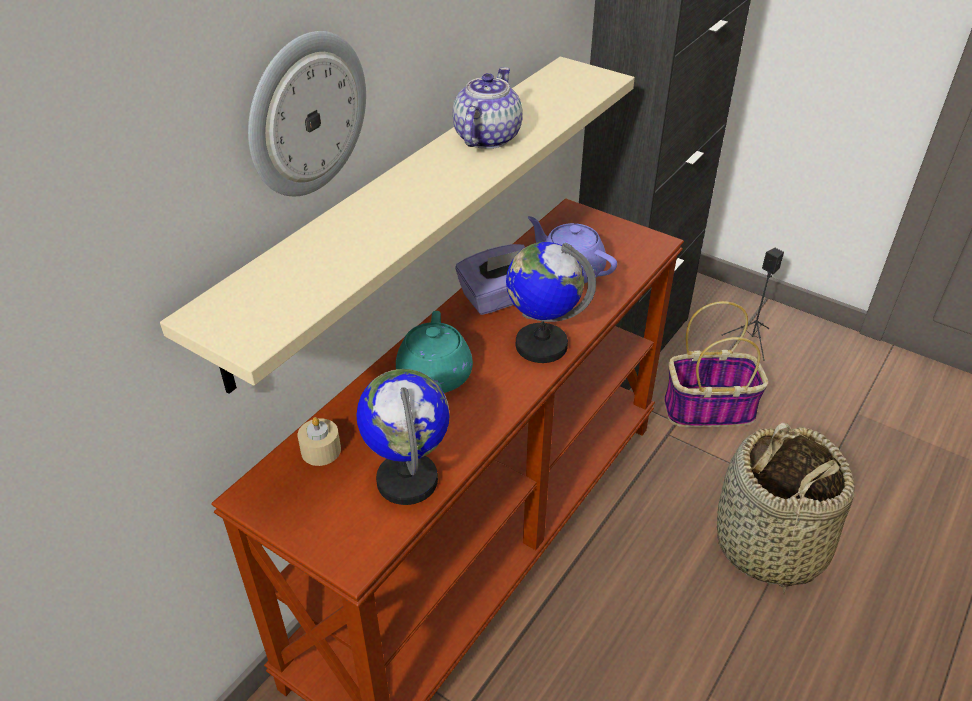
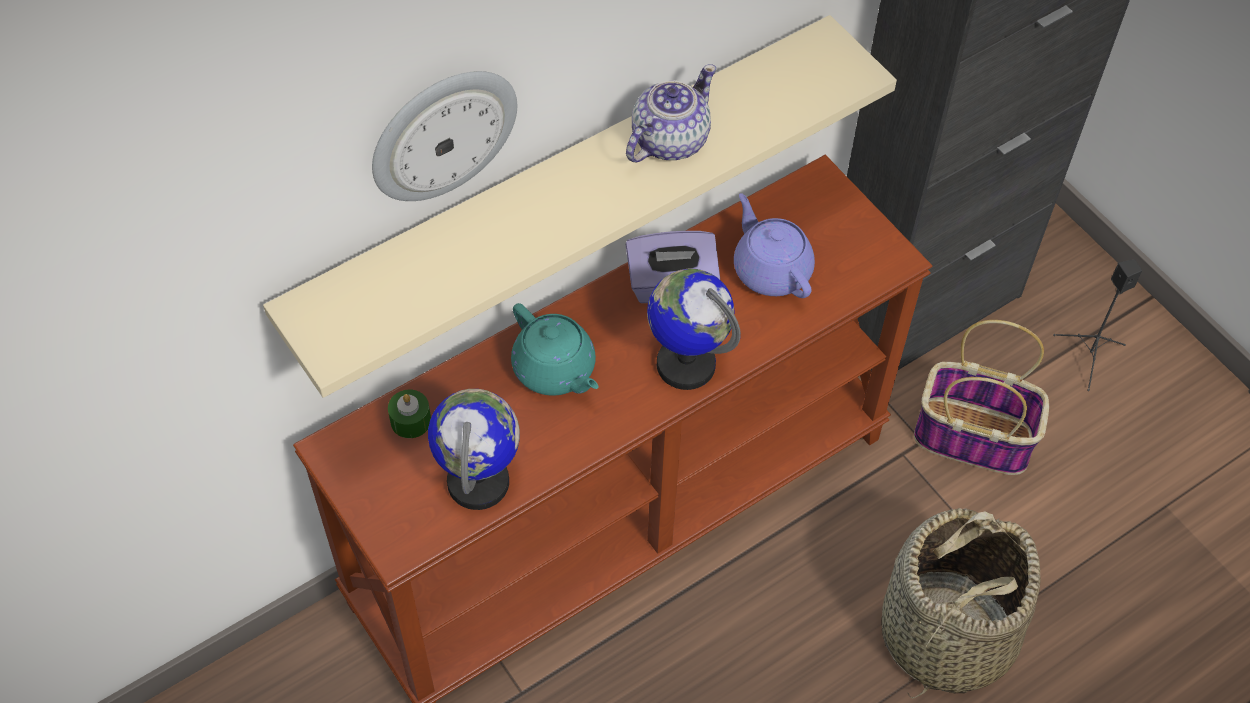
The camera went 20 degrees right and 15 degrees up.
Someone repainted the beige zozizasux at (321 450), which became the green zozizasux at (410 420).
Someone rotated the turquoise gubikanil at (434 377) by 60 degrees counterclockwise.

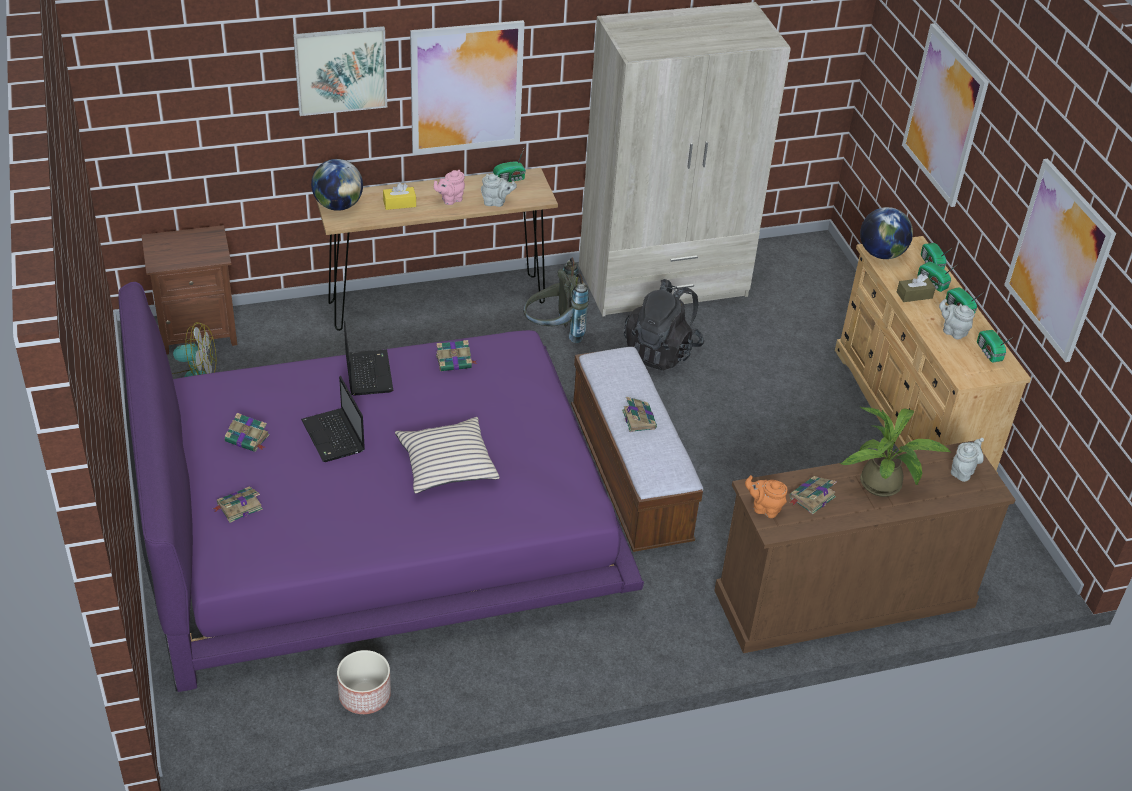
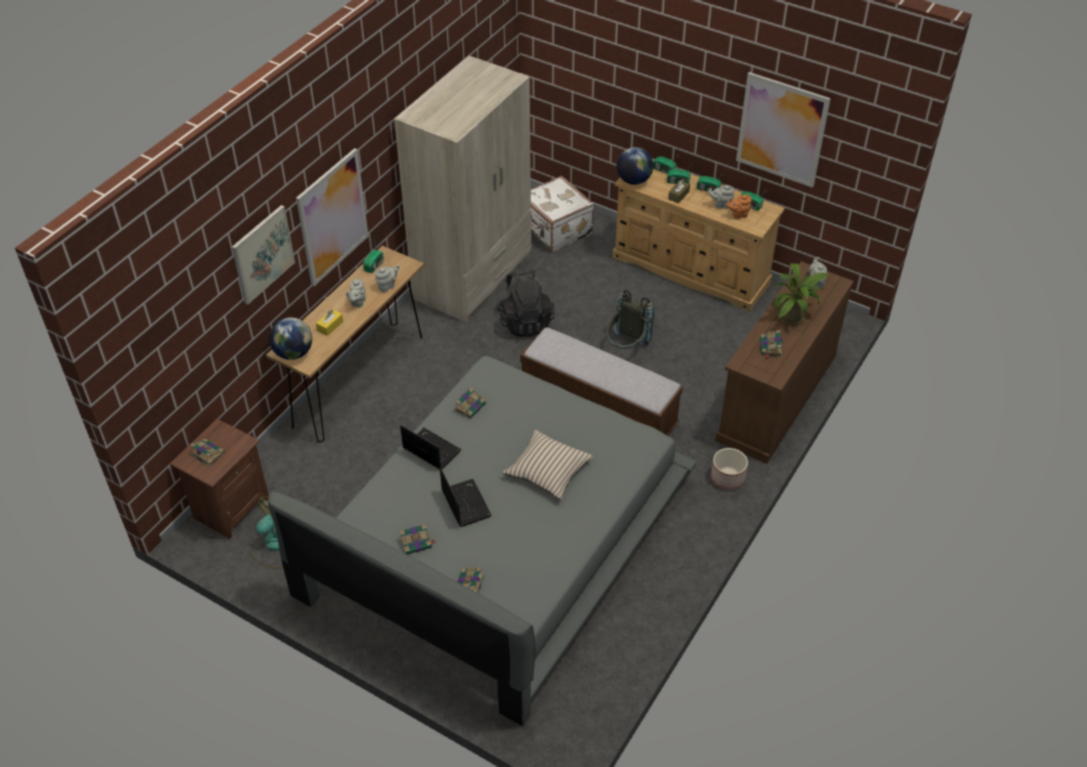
The camera went 40 degrees left and 5 degrees up.
Someone repainted the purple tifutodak at (378 517), which became the grey tifutodak at (497 537).
Someone rotated the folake at (334 437) by 135 degrees counterclockwise.
Someone carried the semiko from (364 695) to (727 478).
Someone repainted the pink gubikanil at (450 200), which became the grey gubikanil at (357 303).
Someone carried the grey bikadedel from (554 332) to (626 347).
Someone carried the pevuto from (638 419) to (207 453).
Someone carried the orange gubikanil from (764 508) to (738 215).
Someone took away the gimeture at (944 115).
Someone put down the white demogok at (555 230).

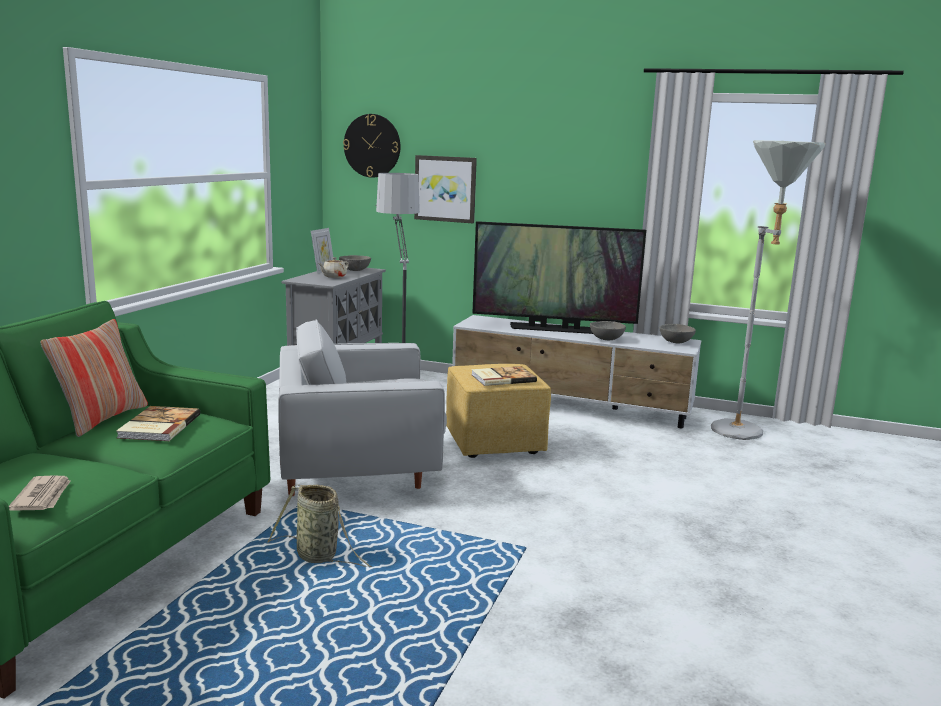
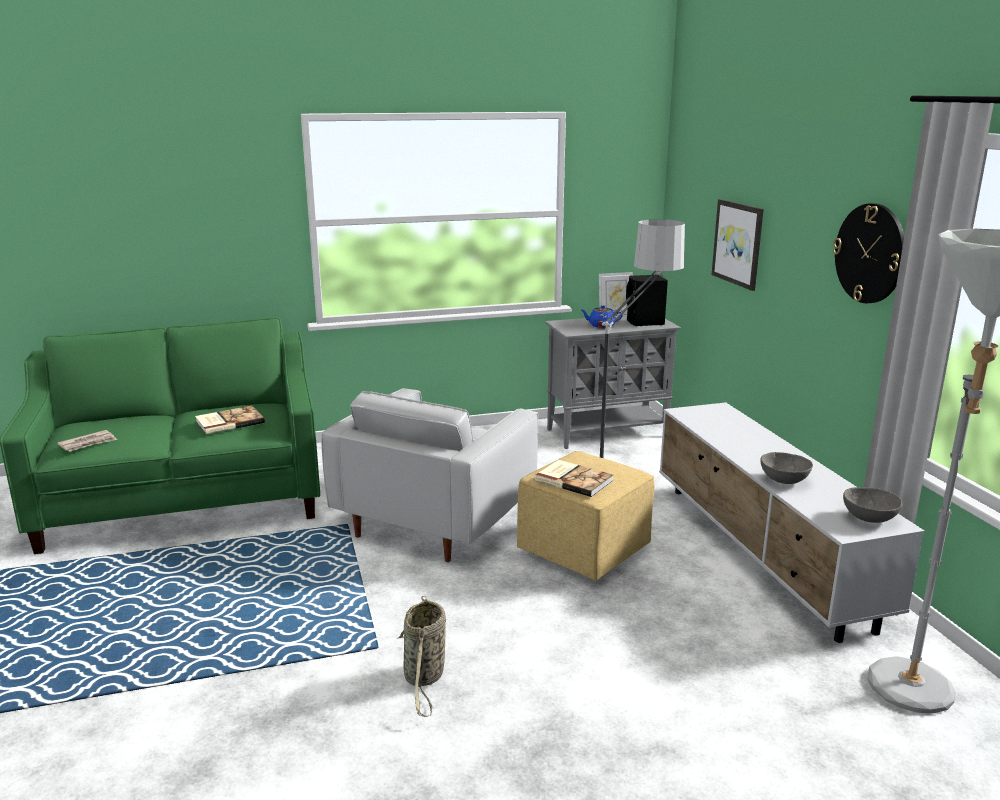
The camera went 55 degrees right and 5 degrees up.
Someone took away the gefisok at (102 418).
Someone carried the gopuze from (319 557) to (424 678).
Someone rotated the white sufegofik at (359 469) by 105 degrees counterclockwise.
Someone repainted the beige gubikanil at (333 276), which became the blue gubikanil at (601 325).
Someone swapped the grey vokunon at (355 270) for the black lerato at (645 322).
Someone carried the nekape from (372 145) to (870 253).
Someone took away the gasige at (553 329).

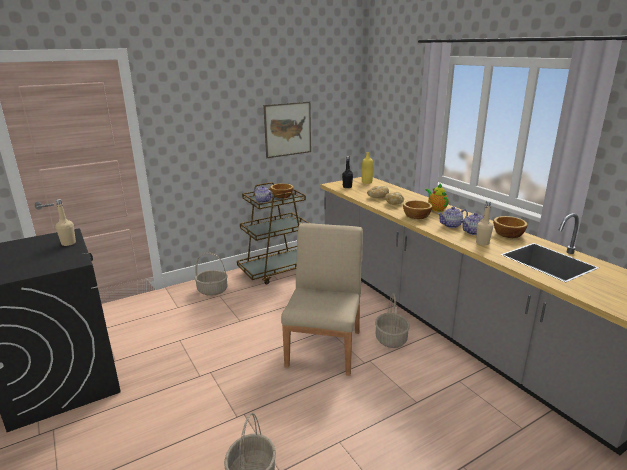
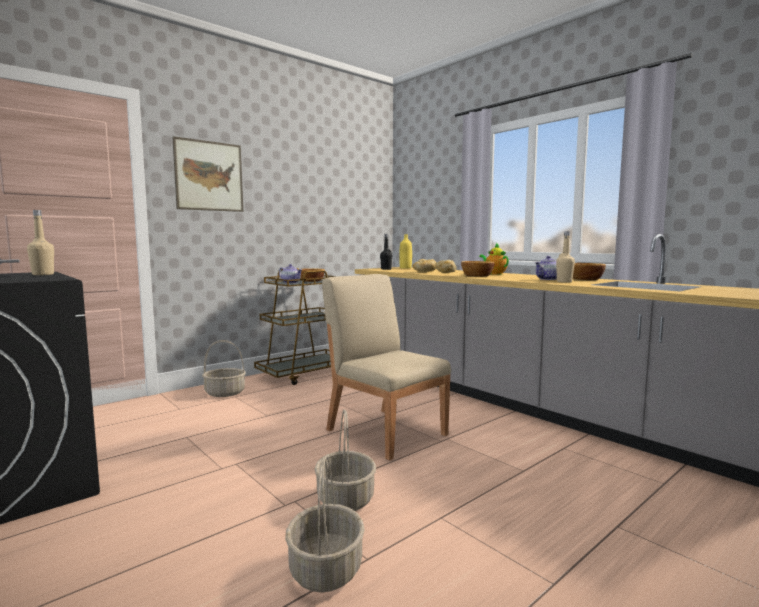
The camera went 10 degrees left and 15 degrees down.
Someone carried the gimeture from (288 129) to (209 176).
Someone rotated the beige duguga at (324 347) by 45 degrees counterclockwise.
Someone carried the gopuze from (390 339) to (345 498).
Someone took away the gubikanil at (451 225).

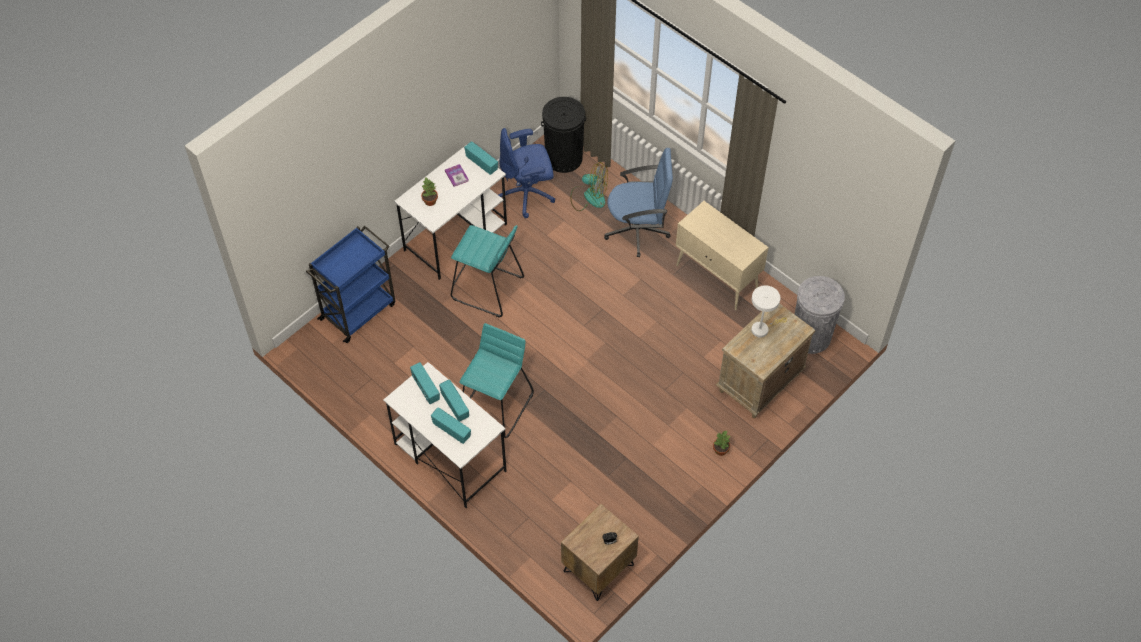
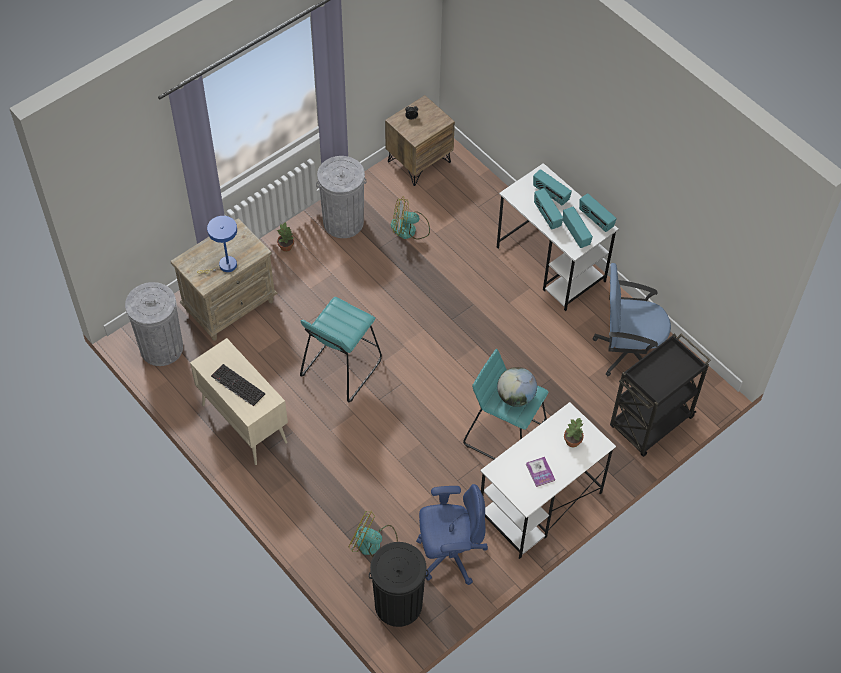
The camera went 175 degrees left and 0 degrees up.
Someone repainted the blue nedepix at (359 310), which became the black nedepix at (650 423).
Someone carried the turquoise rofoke from (496 406) to (341 367).
Someone carried the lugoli from (482 164) to (595 219).
Someone carried the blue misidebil from (638 230) to (627 350).
Someone repainted the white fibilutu at (762 329), which became the blue fibilutu at (224 266).
Someone put down the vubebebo at (237 385).
Someone put down the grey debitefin at (343 222).
Someone put down the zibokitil at (409 229).
Someone put down the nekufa at (515 397).

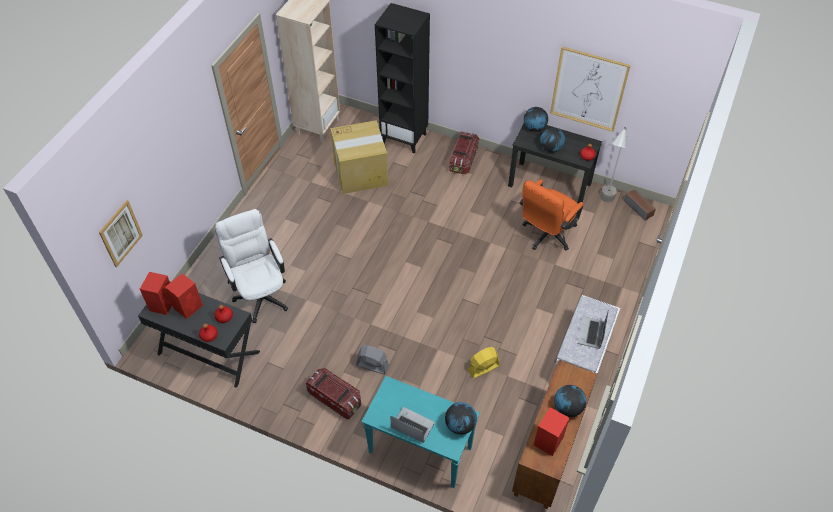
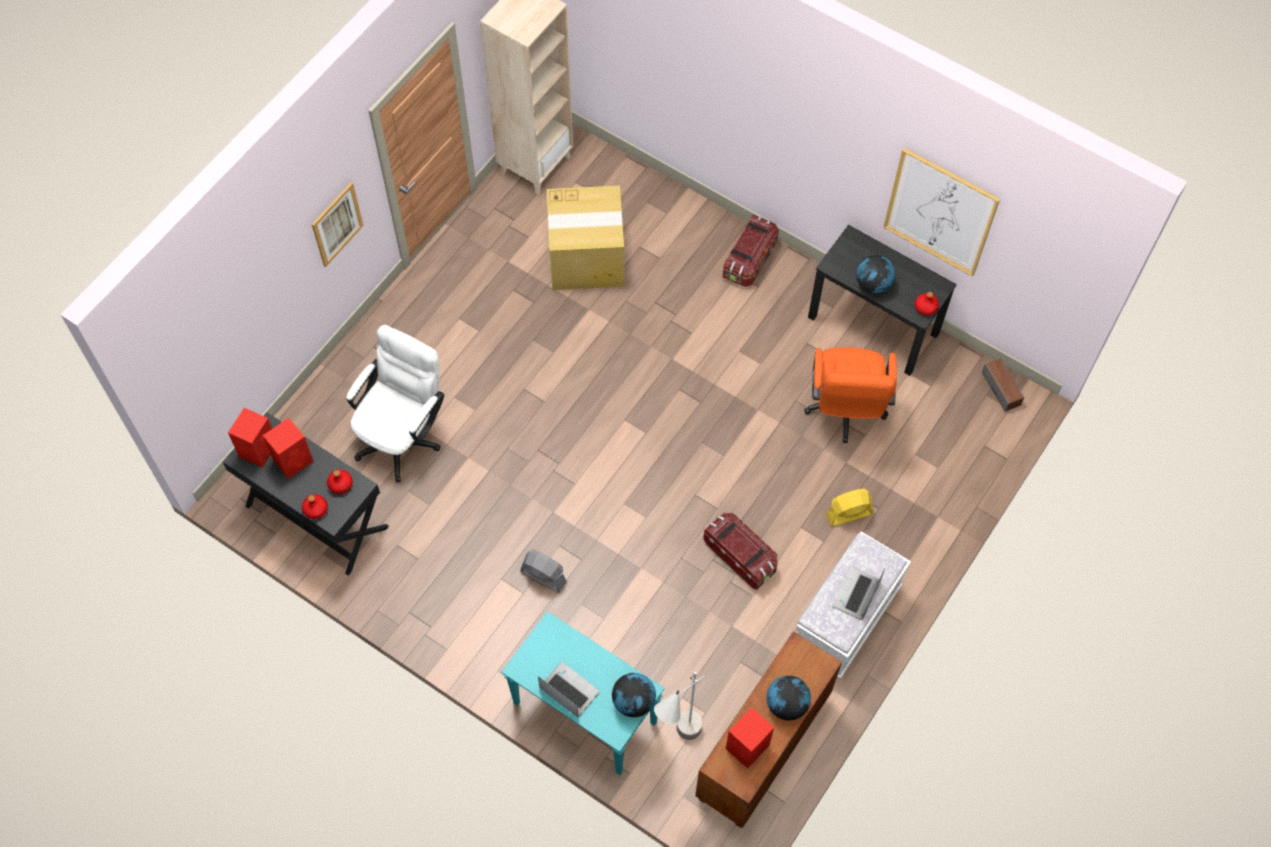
The camera went 10 degrees right and 10 degrees up.
Someone carried the gimeture from (120 233) to (337 224).
Someone rotated the white misidebil at (260 293) by 45 degrees clockwise.
Someone carried the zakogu from (335 398) to (740 556).
Someone took away the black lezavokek at (404 138).
Someone carried the yellow zibokitil from (483 368) to (848 514).
Someone rotated the orange misidebil at (546 235) by 45 degrees counterclockwise.
Someone took away the nekufa at (534 128).
Someone carried the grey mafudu from (604 205) to (677 745).

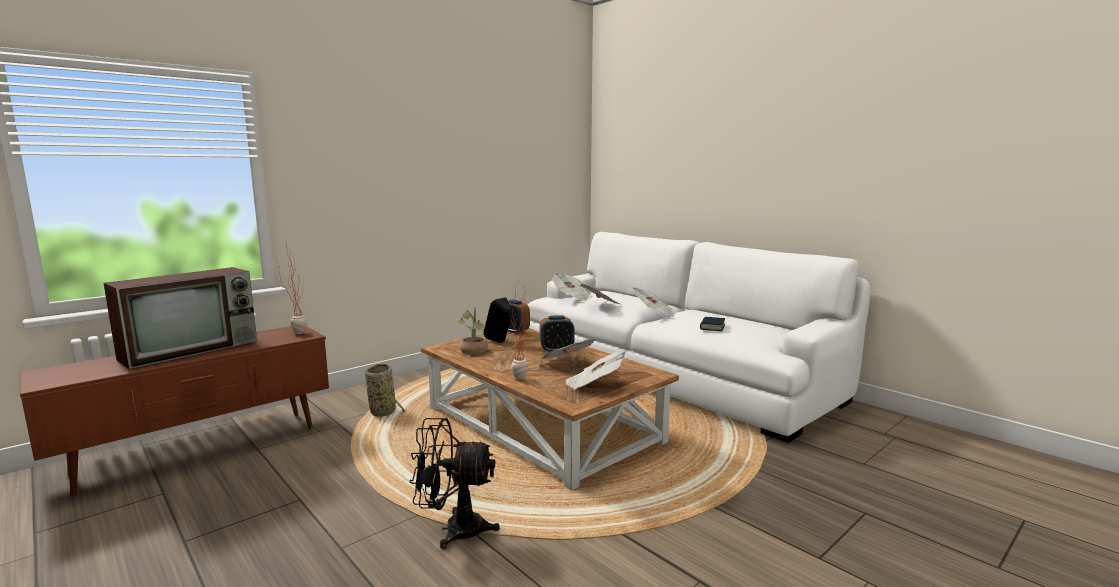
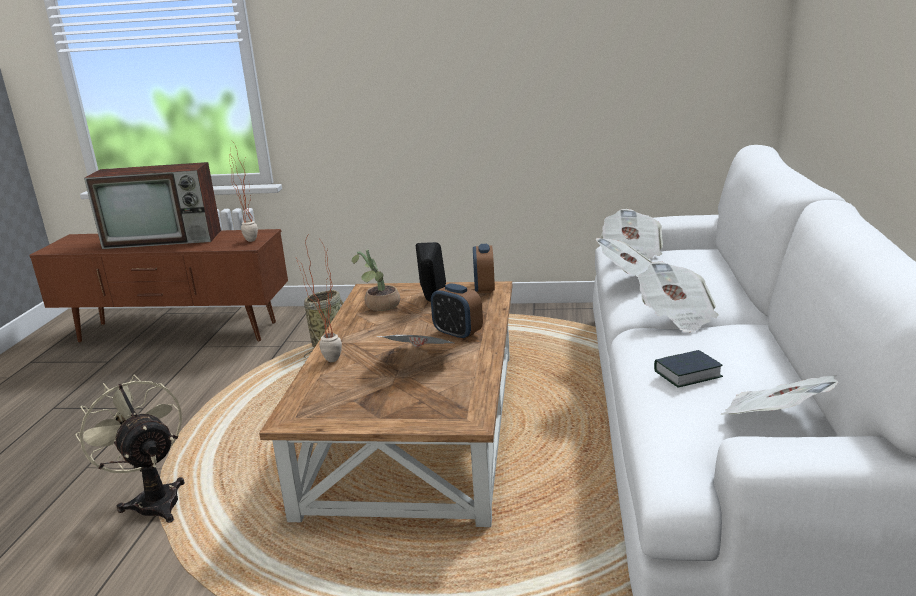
The camera went 50 degrees right and 10 degrees up.
Someone repainted the black zibokitil at (454 529), which became the beige zibokitil at (153 499).
Someone carried the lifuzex from (594 385) to (773 420).

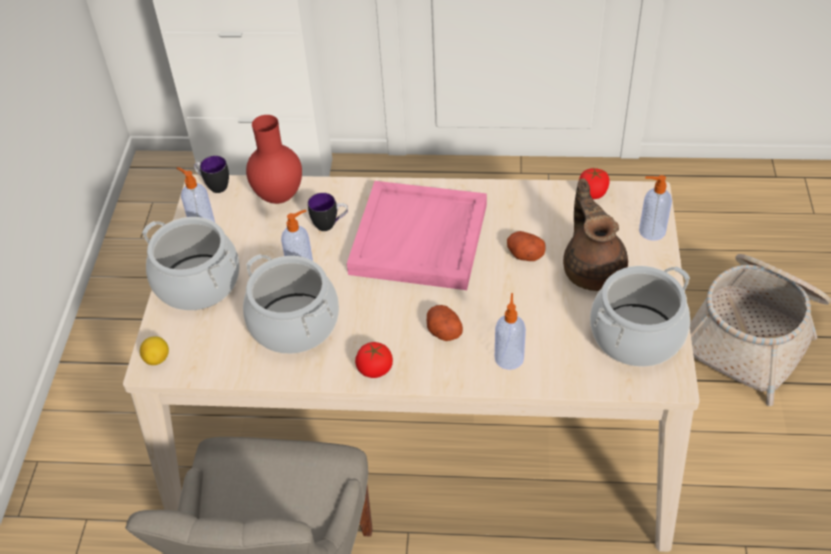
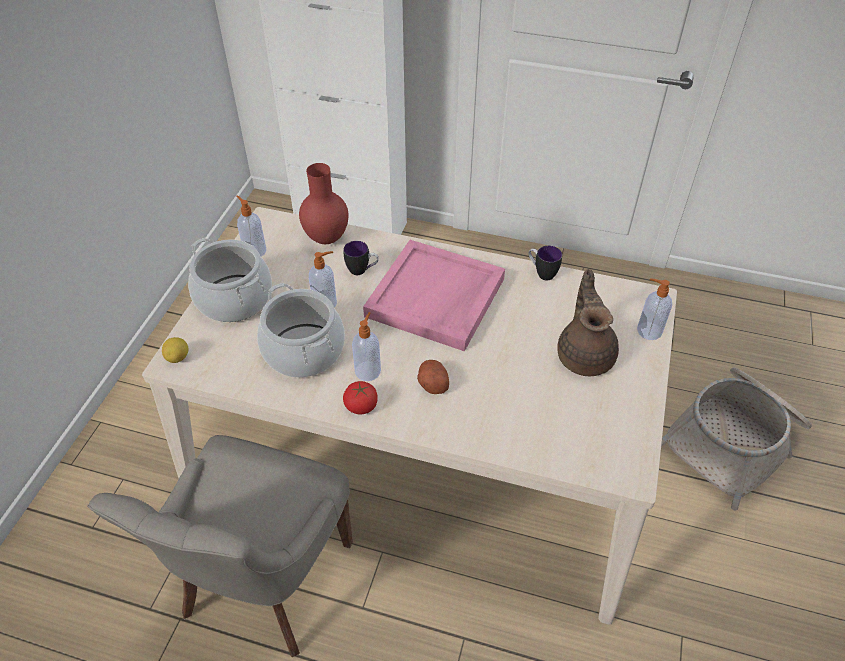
The camera went 10 degrees right and 0 degrees up.
Someone carried the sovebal from (214 186) to (541 273).
Someone carried the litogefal from (509 357) to (368 370).
Someone took away the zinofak at (524 254).
Someone took away the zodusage at (592 193).
Someone took away the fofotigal at (637 335).

